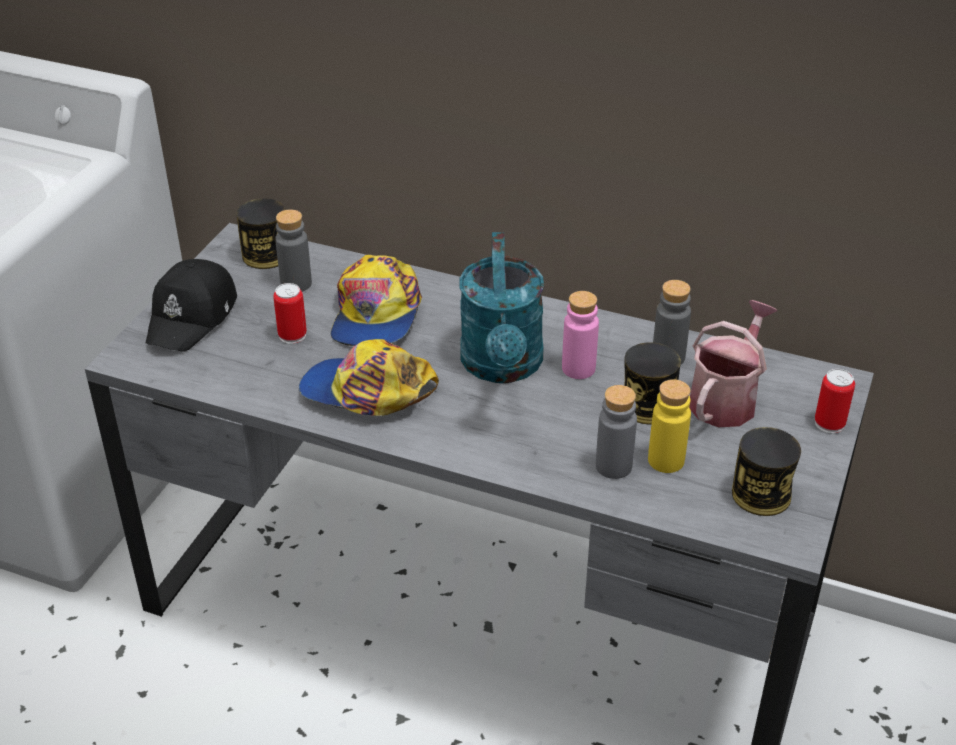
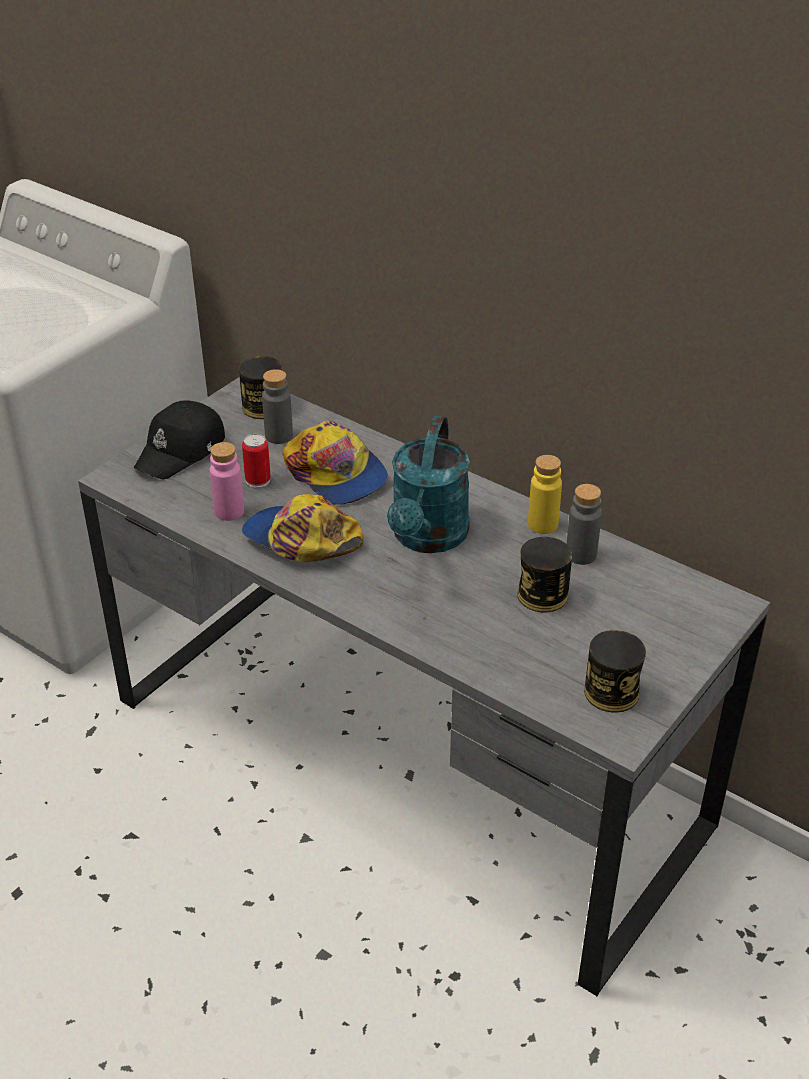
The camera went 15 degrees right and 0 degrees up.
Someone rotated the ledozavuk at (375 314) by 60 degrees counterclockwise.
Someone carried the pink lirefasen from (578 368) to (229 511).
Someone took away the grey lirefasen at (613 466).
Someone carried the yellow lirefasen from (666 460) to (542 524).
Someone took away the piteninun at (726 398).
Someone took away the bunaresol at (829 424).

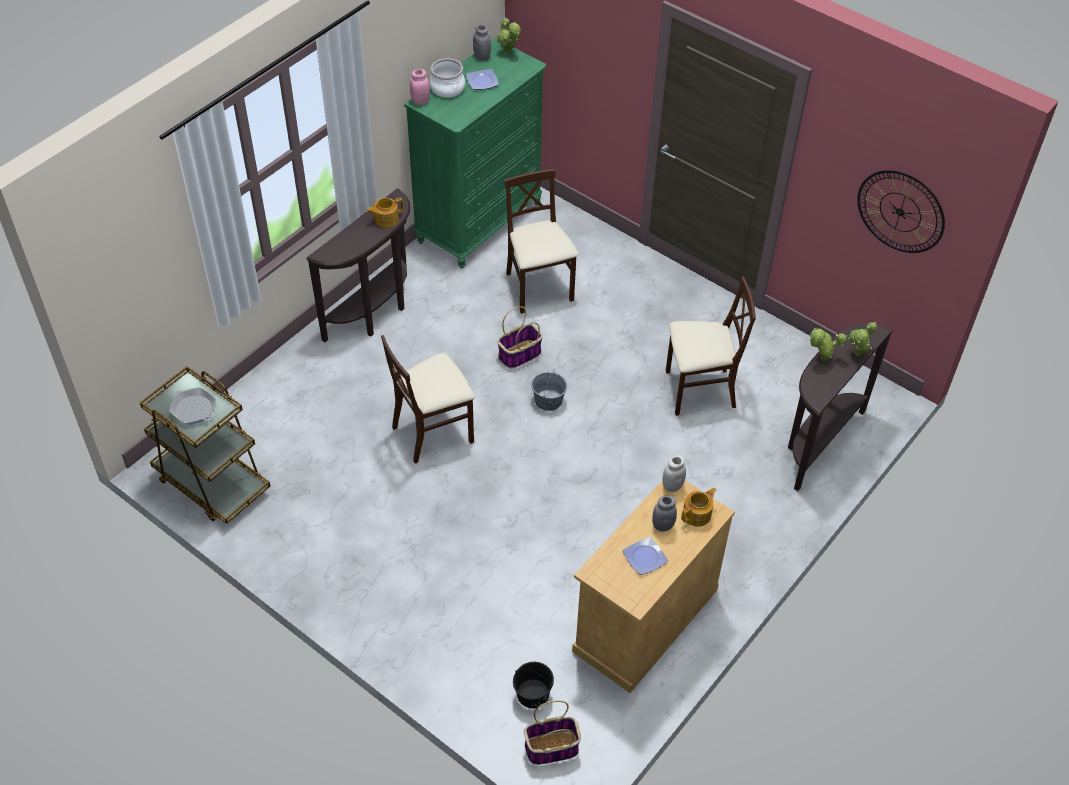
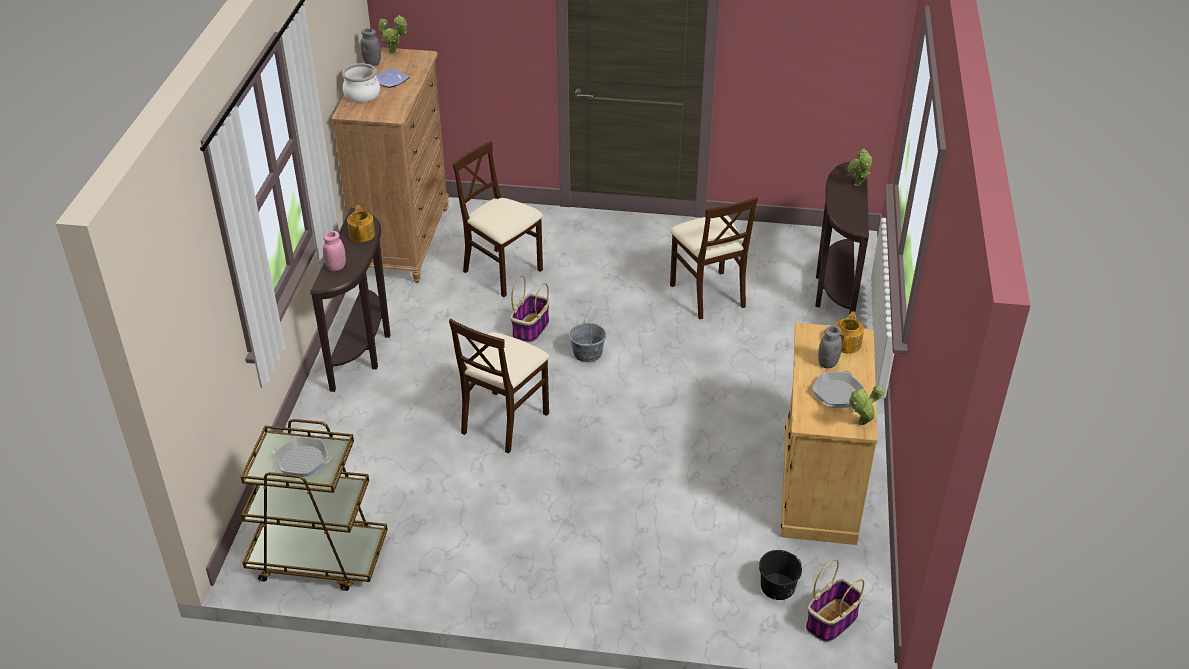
The camera went 30 degrees left and 10 degrees down.
Someone rotated the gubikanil at (385 219) by 135 degrees clockwise.
Someone repainted the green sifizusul at (479 222), which became the brown sifizusul at (403 242).
Someone carried the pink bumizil from (420 101) to (336 267).
Someone swapped the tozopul at (644 558) for the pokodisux at (837 394).
Someone took away the white bumizil at (672 486).
Someone rotated the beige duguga at (699 390) by 105 degrees clockwise.
Someone carried the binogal from (821 359) to (860 424).
Someone took away the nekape at (900 211).

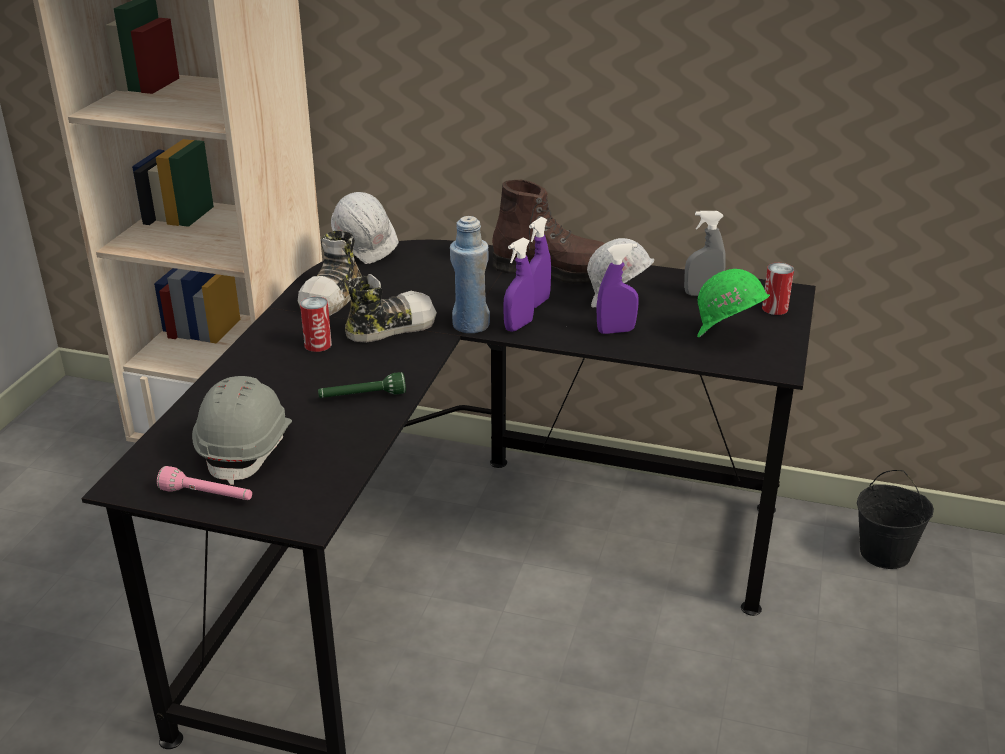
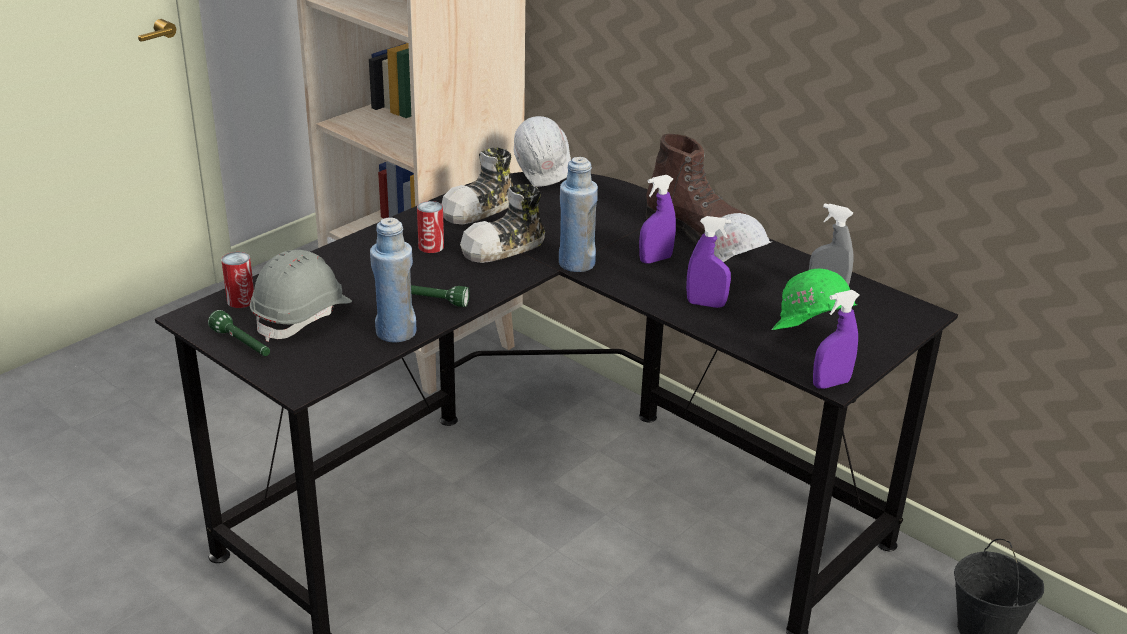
The camera went 25 degrees right and 0 degrees up.
Someone repainted the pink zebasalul at (207 496), which became the green zebasalul at (242 344).
Someone rotated the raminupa at (390 327) by 150 degrees clockwise.
Someone carried the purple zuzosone from (518 326) to (831 384).
Someone carried the bunaresol from (774 308) to (241 300).
Someone put down the blue lirefasen at (395 332).

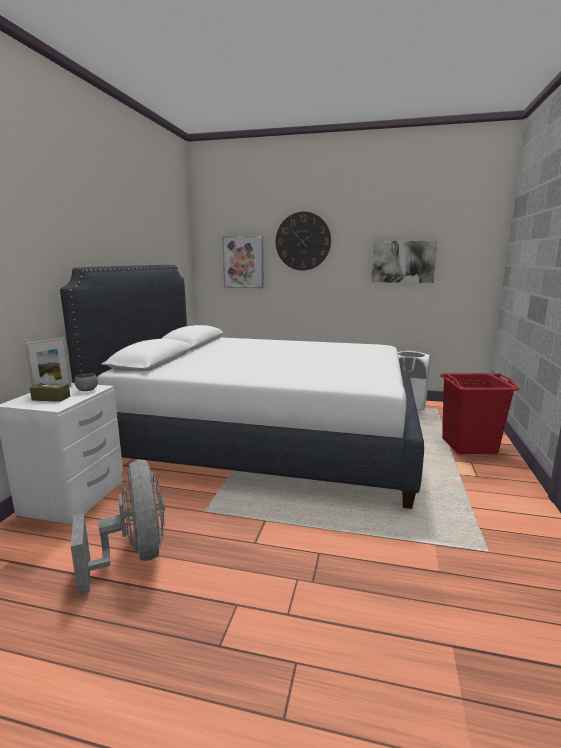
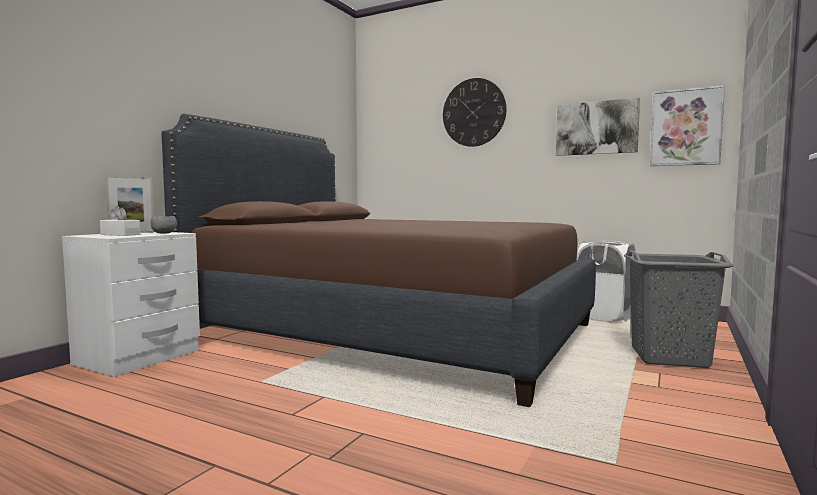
The camera went 15 degrees right and 10 degrees down.
Someone repainted the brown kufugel at (51 398), which became the white kufugel at (120 234).
Someone repainted the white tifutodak at (266 439), which became the brown tifutodak at (392 331).
Someone took away the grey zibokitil at (134 555).
Someone carried the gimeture from (243 262) to (686 127).
Someone repainted the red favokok at (468 445), which became the grey favokok at (668 357).

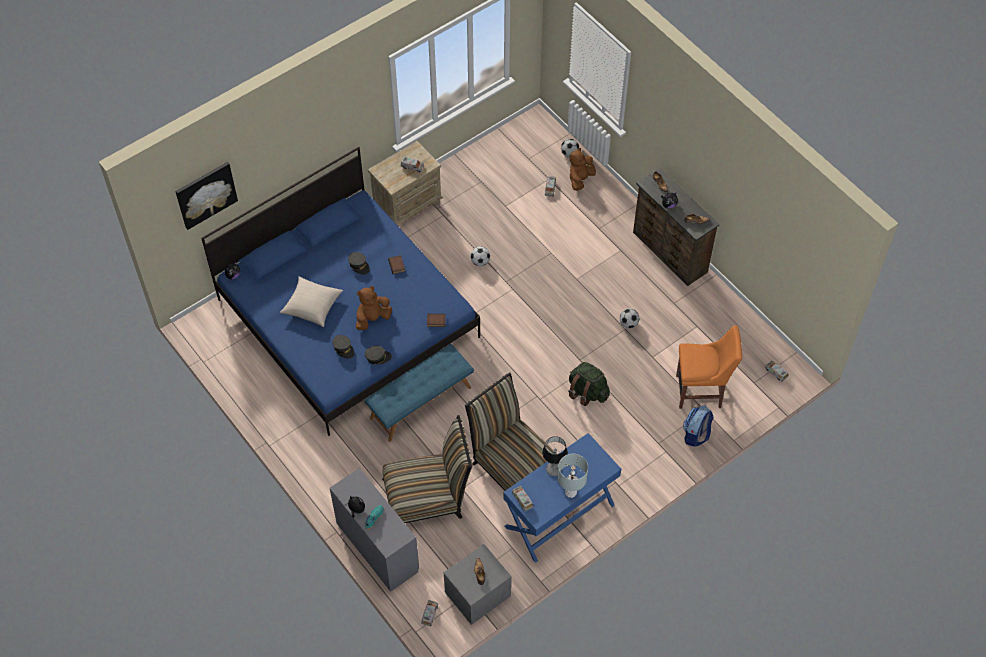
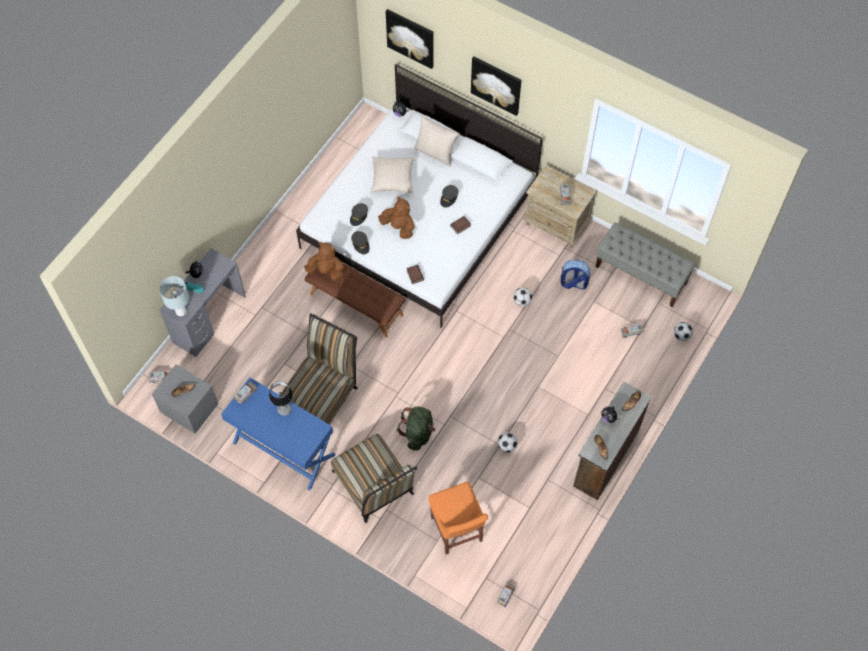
The camera went 70 degrees right and 5 degrees up.
Someone repainted the blue tifutodak at (348 318), which became the white tifutodak at (419 221).
Someone repainted the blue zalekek at (420 402), which became the brown zalekek at (356 304).
Someone carried the duguga from (428 497) to (375 487).
Someone carried the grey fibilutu from (571 492) to (181 311).
Someone carried the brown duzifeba from (580 179) to (326 271).
Someone carried the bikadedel from (696 434) to (573 283).
Someone put down the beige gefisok at (435 153).
Someone put up the gimeture at (496 85).
Someone put down the grey zalekek at (641 275).

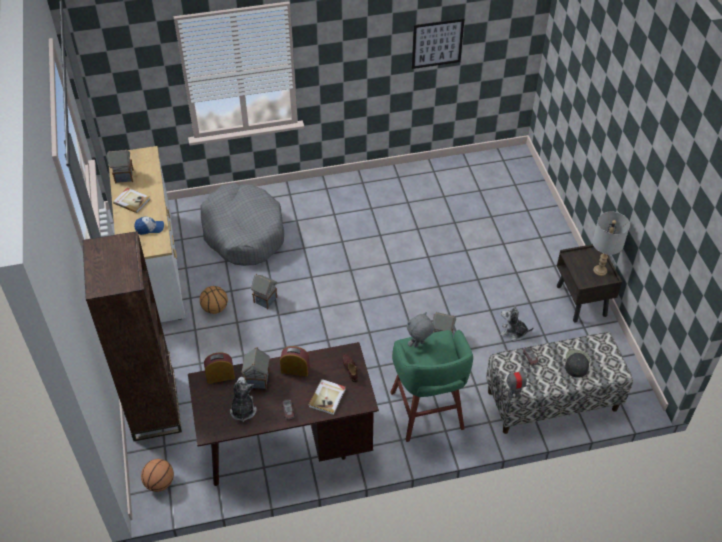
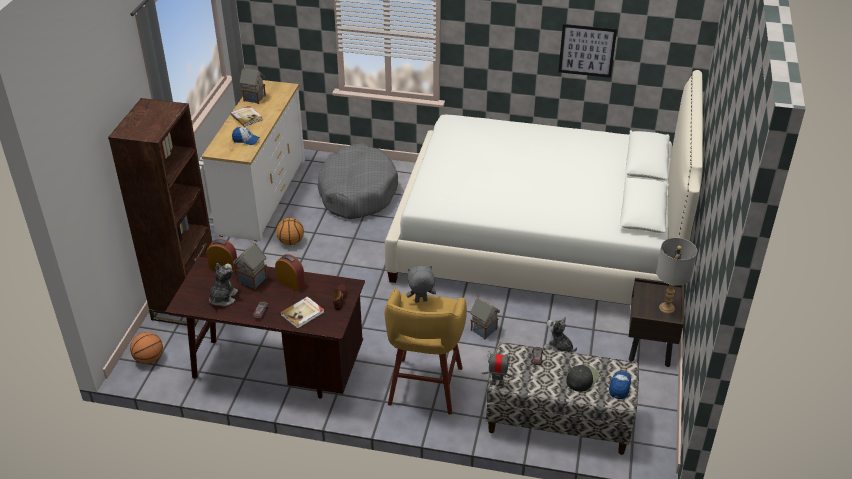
The camera went 25 degrees right and 10 degrees down.
Someone took away the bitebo at (266 300).
Someone repainted the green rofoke at (427 413), which became the yellow rofoke at (424 388).
Someone put down the white tifutodak at (539 241).
Someone put down the ledozavuk at (619 387).

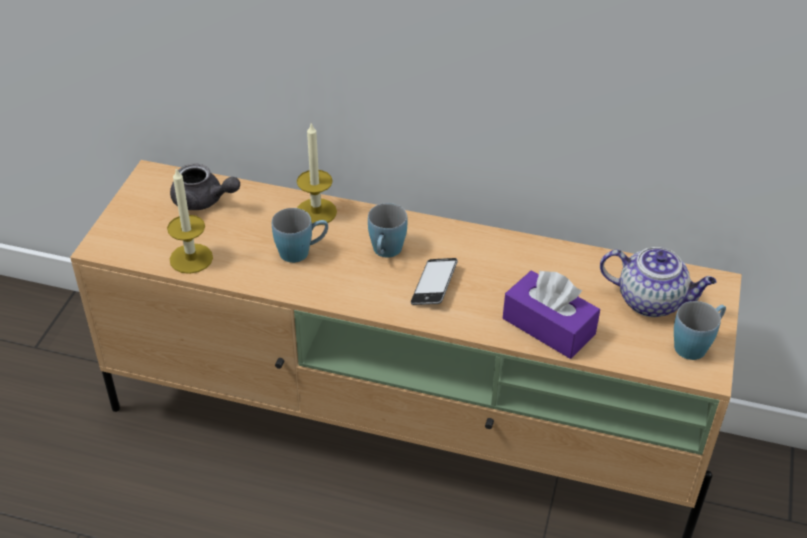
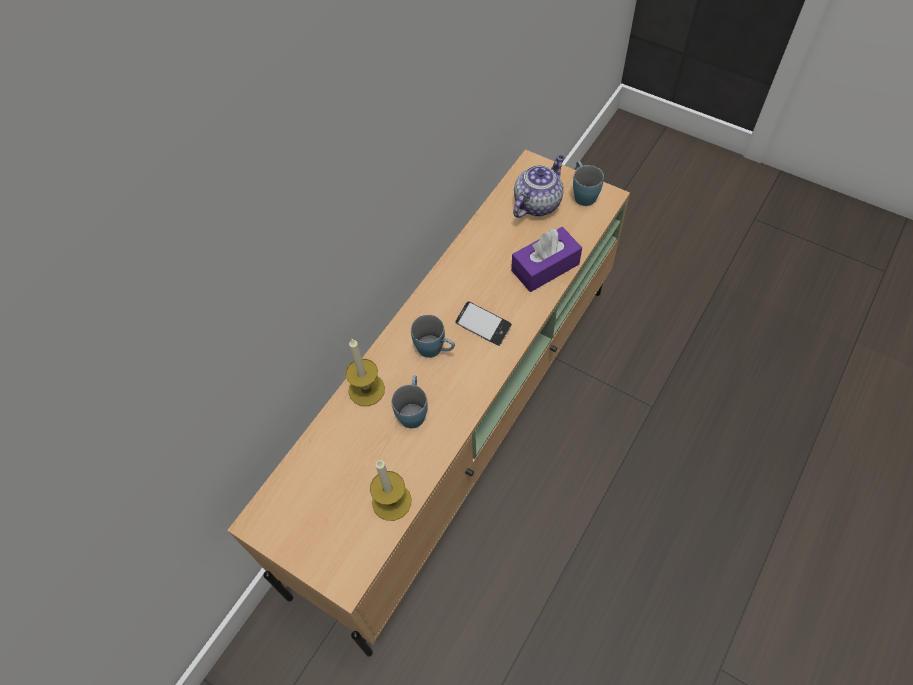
The camera went 70 degrees left and 15 degrees up.
Someone took away the grey gubikanil at (203 201).

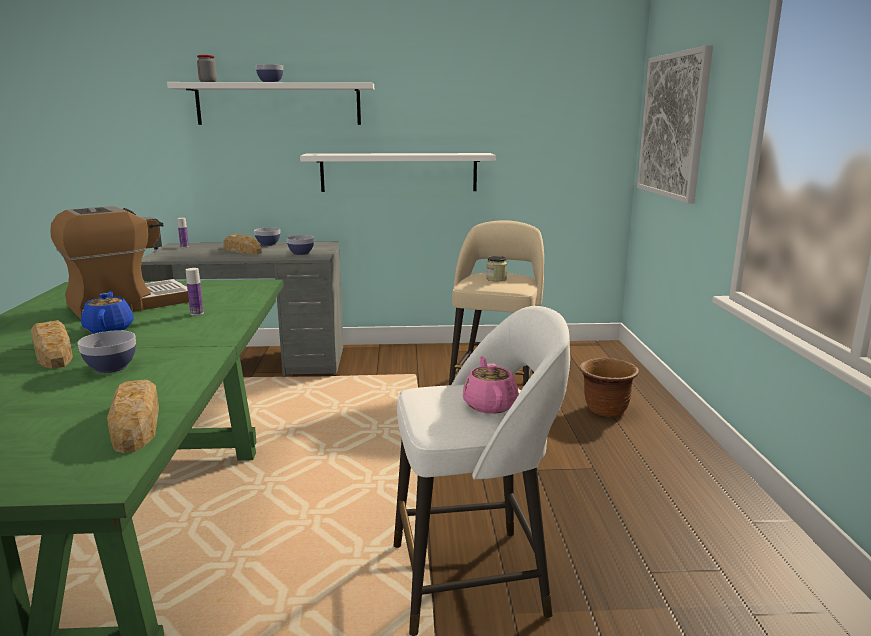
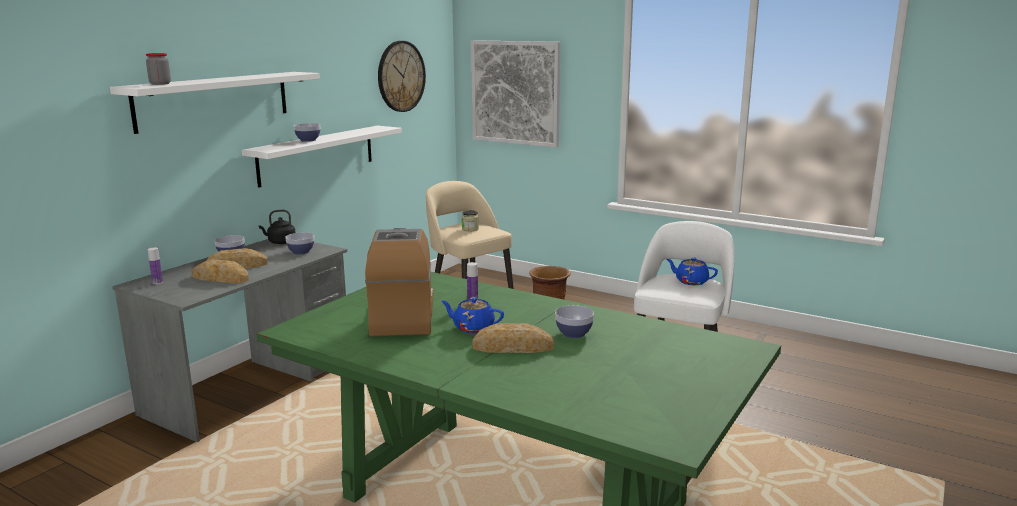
The camera went 55 degrees left and 0 degrees up.
Someone carried the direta from (136 422) to (220 278).
Someone carried the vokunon from (270 82) to (308 140).
Someone repainted the pink gubikanil at (490 405), which became the blue gubikanil at (691 281).
Someone put down the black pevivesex at (280 242).
Someone put up the nekape at (401 76).

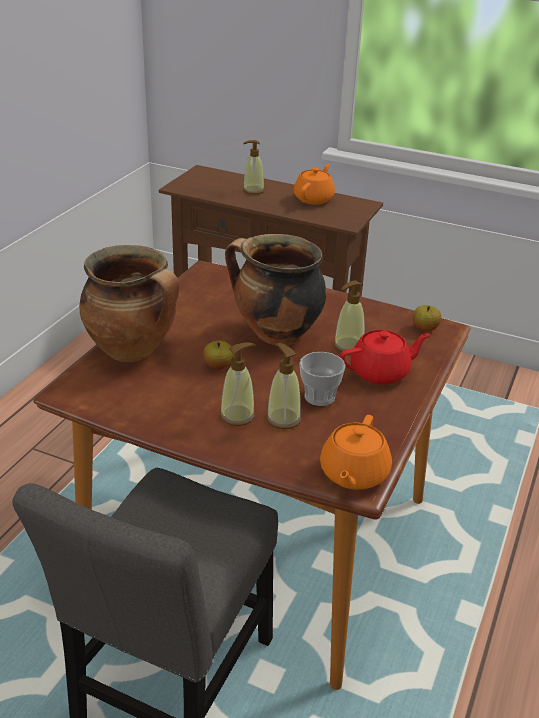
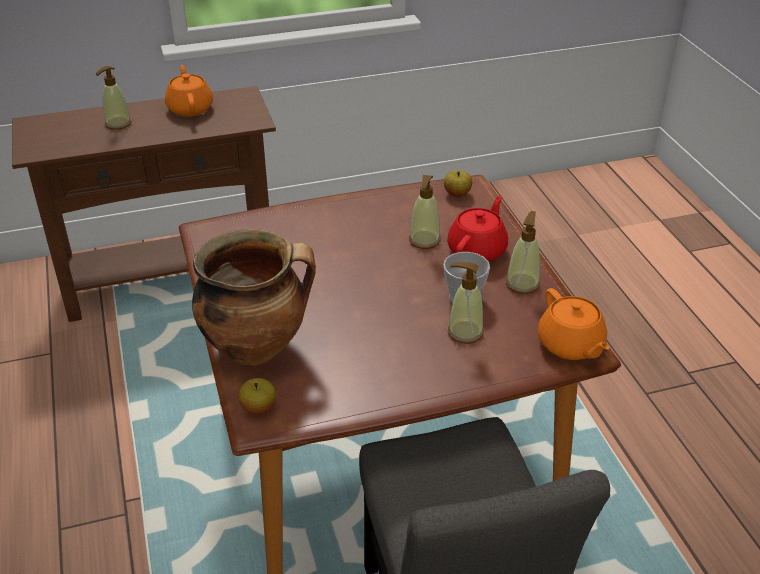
The camera went 40 degrees left and 5 degrees up.
Someone carried the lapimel from (218 366) to (258 408).
Someone carried the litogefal from (237 416) to (522 284).
Someone took away the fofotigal at (275 334).

